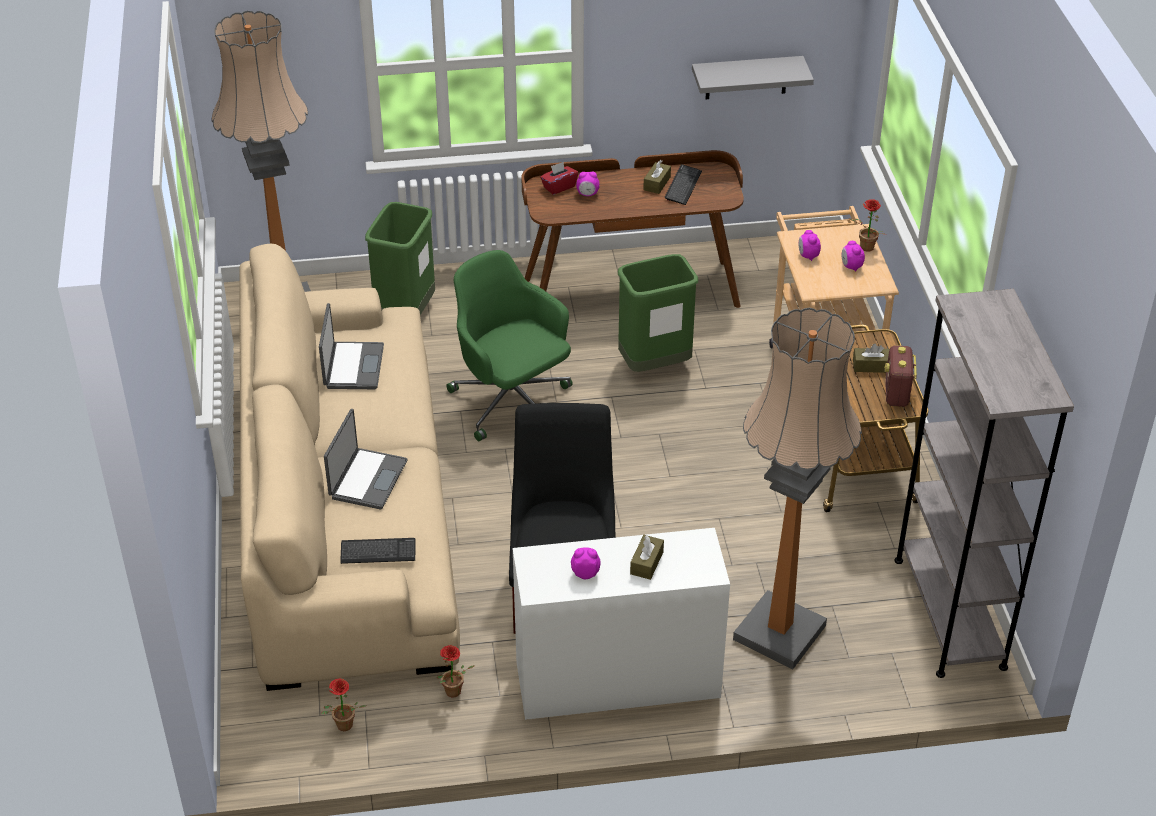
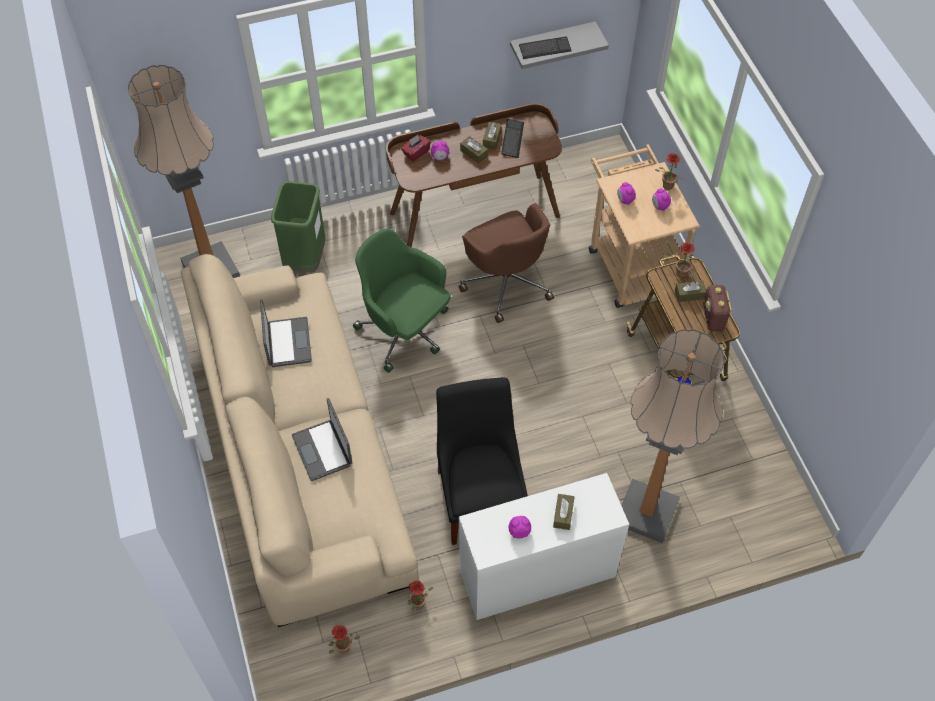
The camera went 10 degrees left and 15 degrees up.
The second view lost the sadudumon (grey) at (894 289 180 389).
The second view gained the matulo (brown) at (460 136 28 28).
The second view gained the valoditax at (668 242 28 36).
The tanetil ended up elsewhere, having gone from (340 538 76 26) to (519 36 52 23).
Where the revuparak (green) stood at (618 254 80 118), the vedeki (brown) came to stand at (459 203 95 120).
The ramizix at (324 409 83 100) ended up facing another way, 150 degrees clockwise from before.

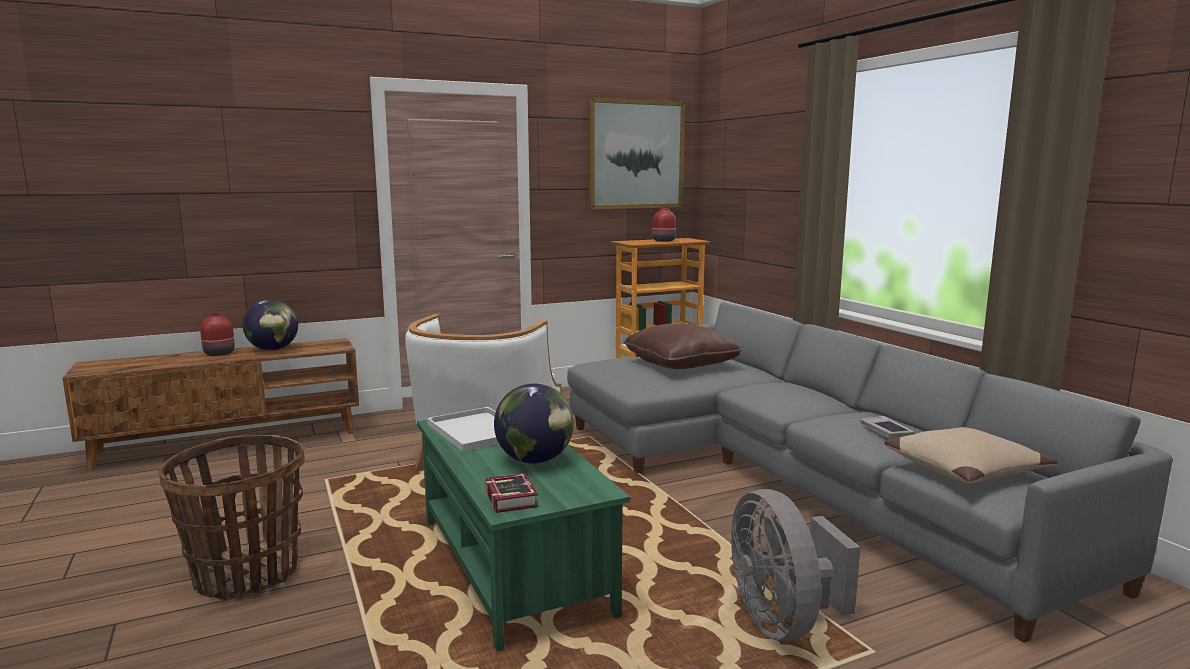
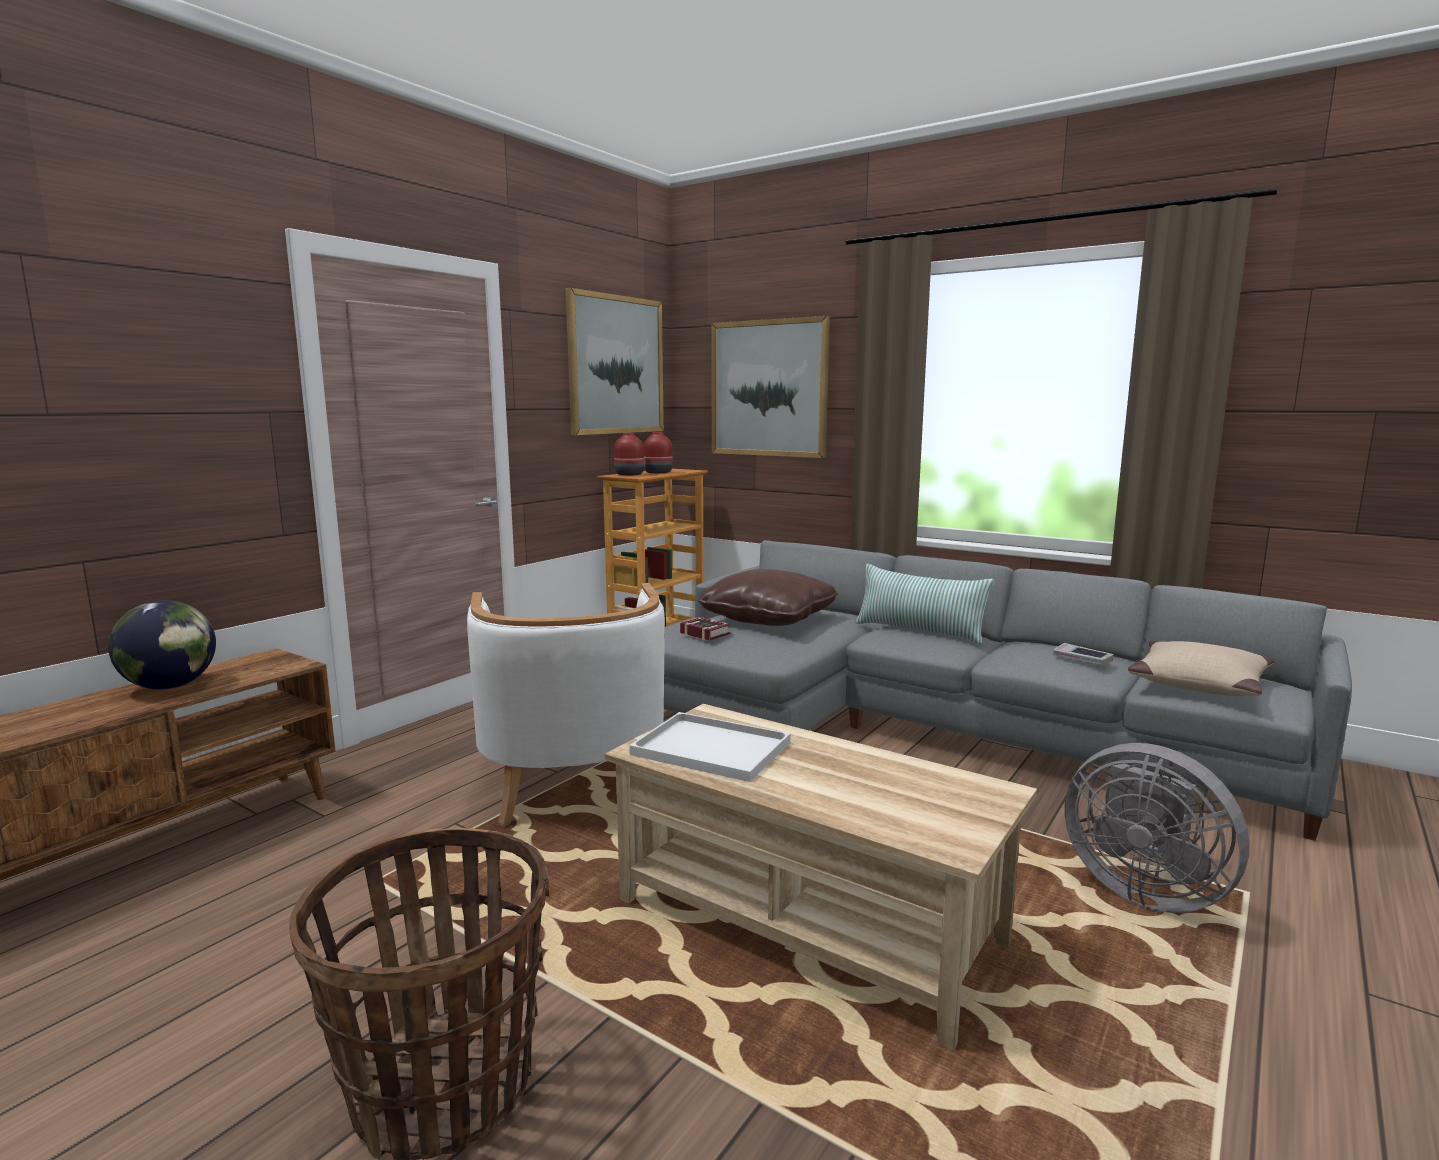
The camera went 30 degrees left and 0 degrees up.
The second view lost the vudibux at (494 384 80 80).
The second view gained the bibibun at (711 316 119 142).
The second view gained the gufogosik at (855 564 139 80).
The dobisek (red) ended up elsewhere, having gone from (200 313 35 43) to (614 433 30 43).
The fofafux ended up elsewhere, having gone from (486 473 52 40) to (680 617 51 24).
What was the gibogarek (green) at (417 410 213 242) turned into the gibogarek (beige) at (604 704 433 346).

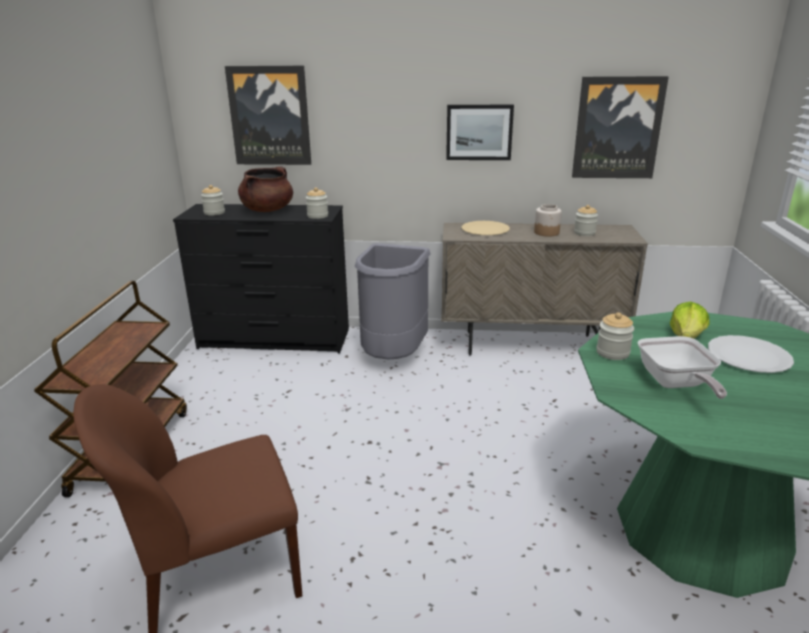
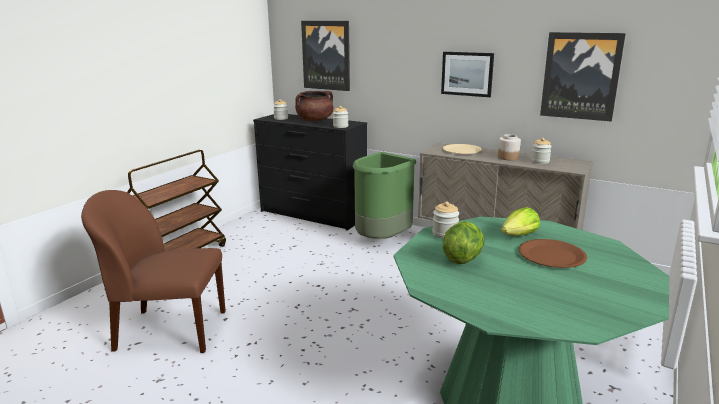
The camera went 25 degrees right and 5 degrees down.
Where the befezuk stood at (638 336 89 63), the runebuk came to stand at (443 221 42 43).
What was the revuparak (grey) at (355 243 75 117) turned into the revuparak (green) at (352 152 64 87).
What was the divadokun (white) at (708 335 86 38) turned into the divadokun (brown) at (519 239 68 29).

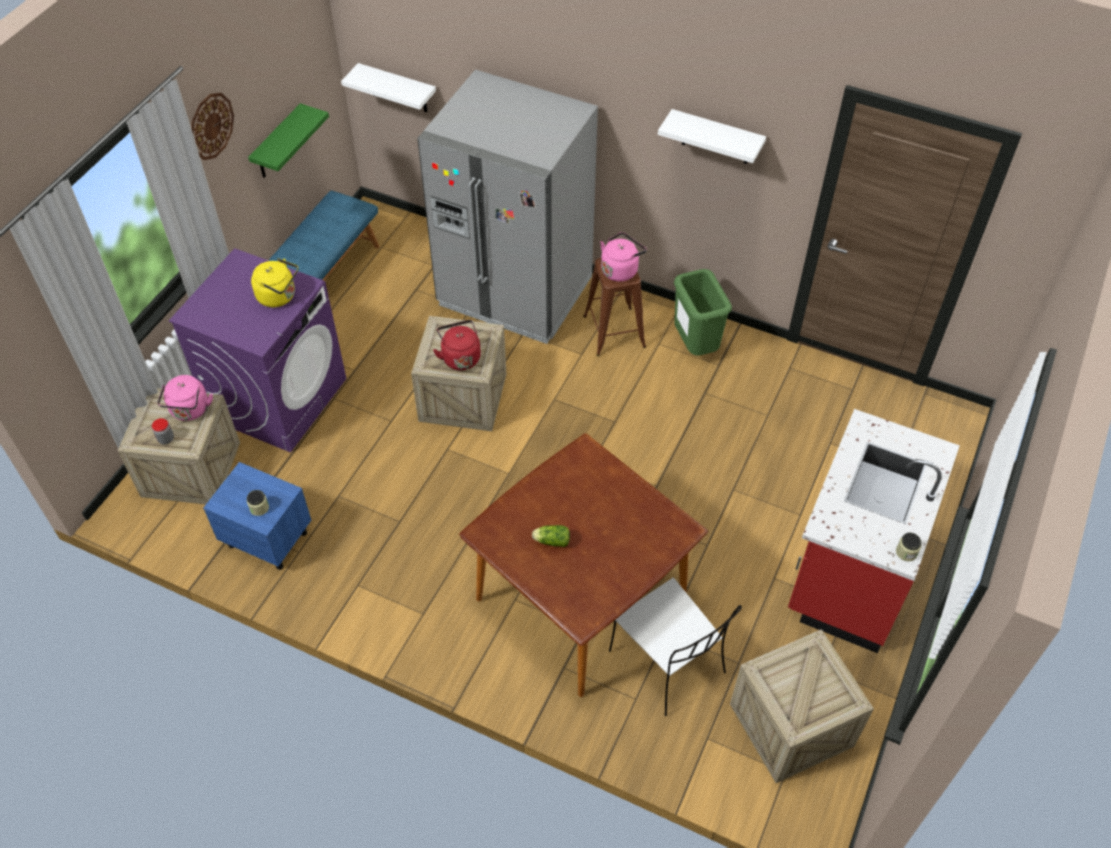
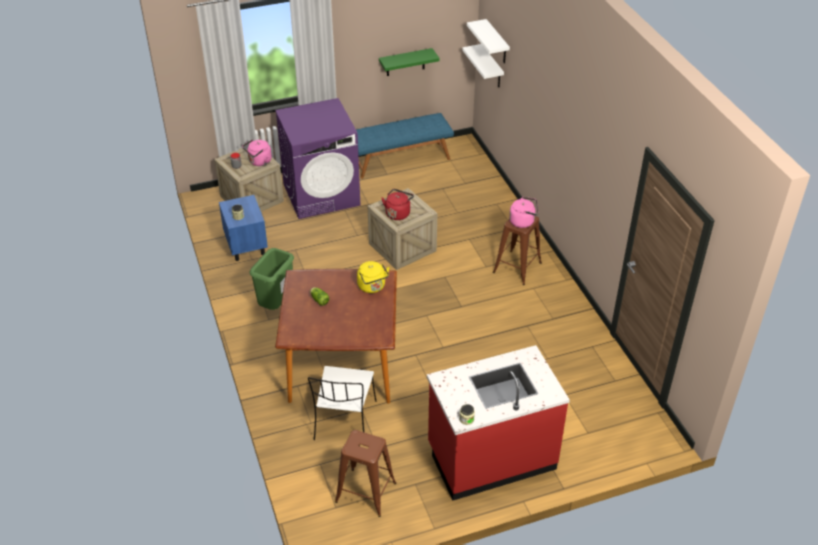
The camera went 45 degrees right and 10 degrees down.
The second view lost the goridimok at (191 93 43 67).
The second view lost the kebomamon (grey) at (417 70 181 274).
The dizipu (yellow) ended up elsewhere, having gone from (251 258 47 49) to (357 261 33 32).
The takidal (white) ended up elsewhere, having gone from (658 109 108 55) to (467 19 43 44).
The revuparak (green) ended up elsewhere, having gone from (674 269 58 87) to (250 248 44 62).
Where the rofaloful stood at (730 629 144 154), the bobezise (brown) came to stand at (335 430 61 87).

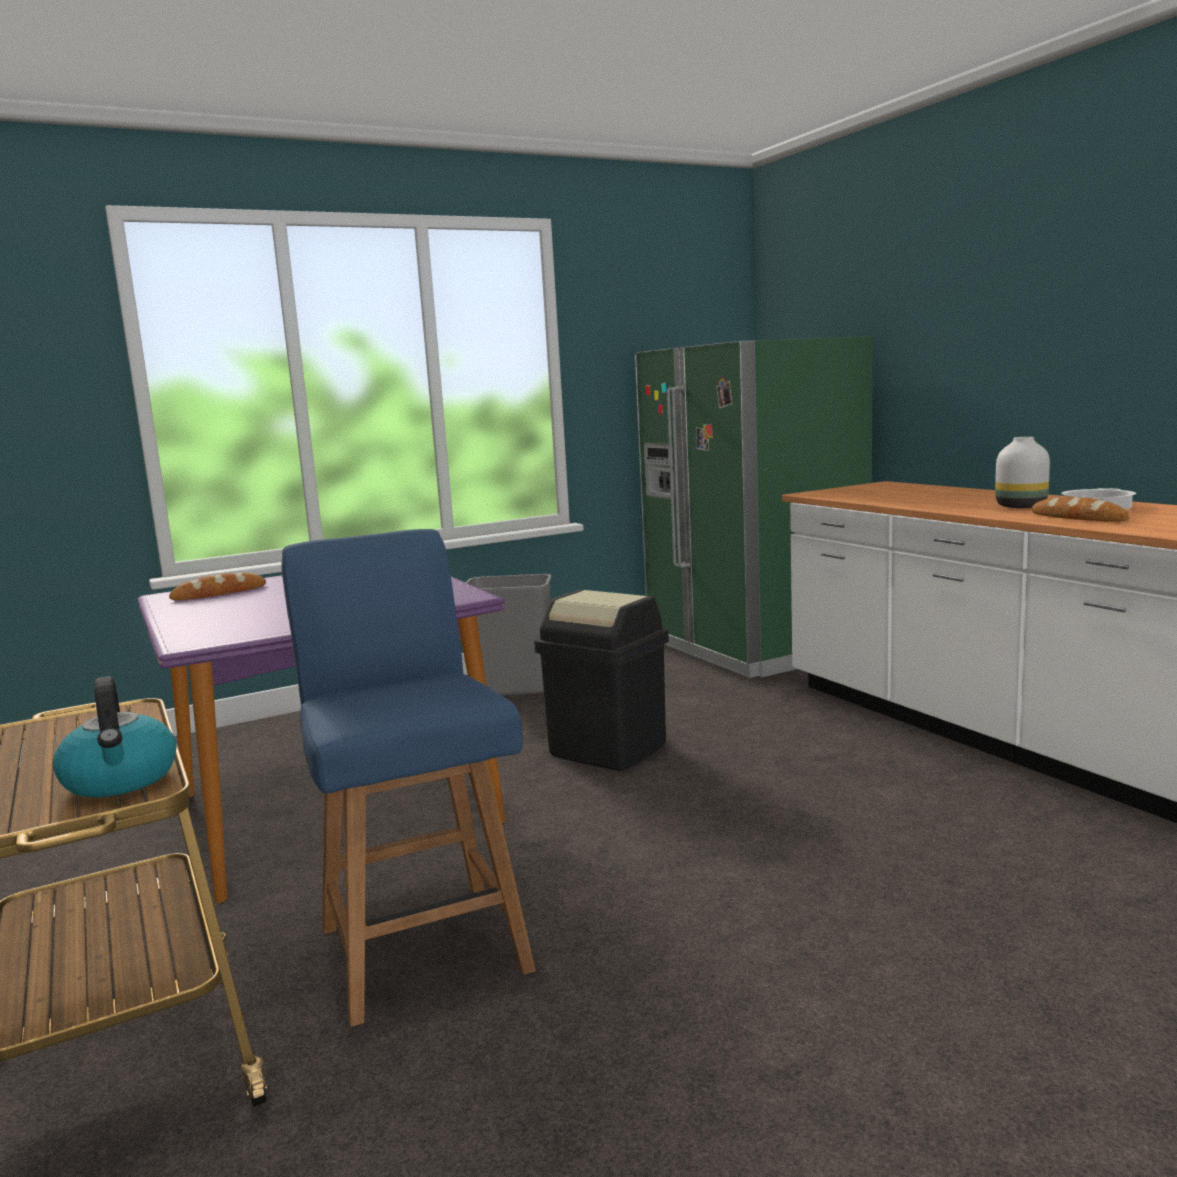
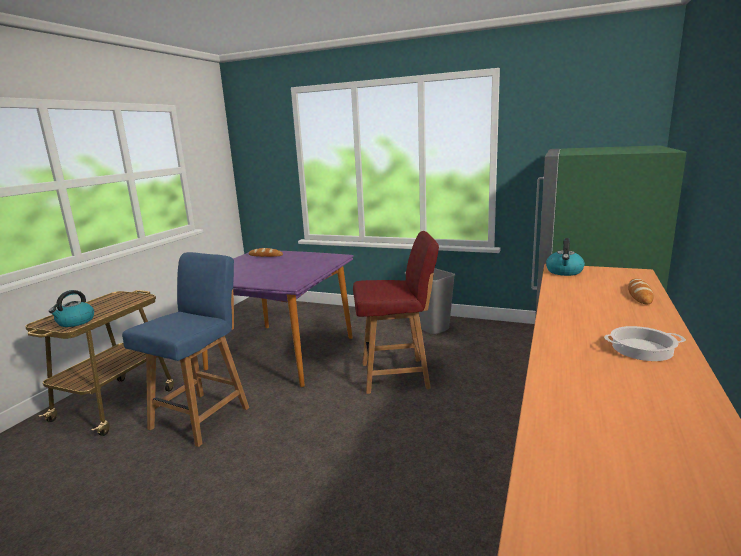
The camera went 50 degrees right and 5 degrees up.
The second view lost the dobisek (white) at (995 437 55 71).
The second view gained the dizipu at (546 238 39 38).
The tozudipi ended up elsewhere, having gone from (1032 497 97 25) to (628 278 26 27).
Where the revuparak (black) stood at (534 589 135 182), the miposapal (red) came to stand at (353 231 86 163).

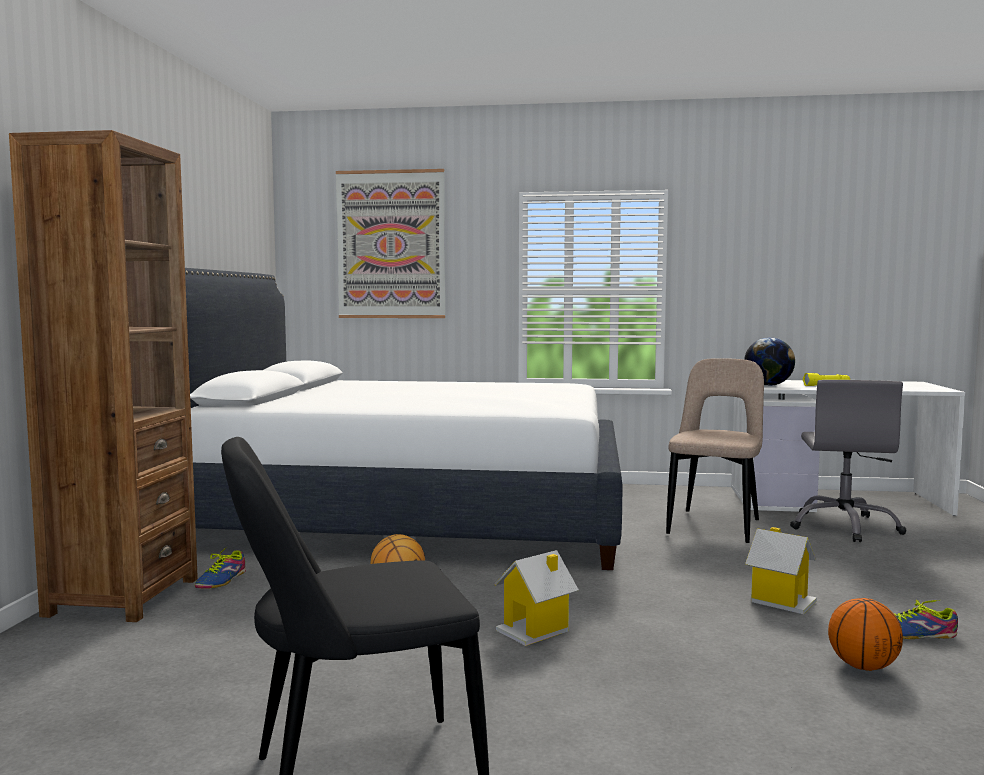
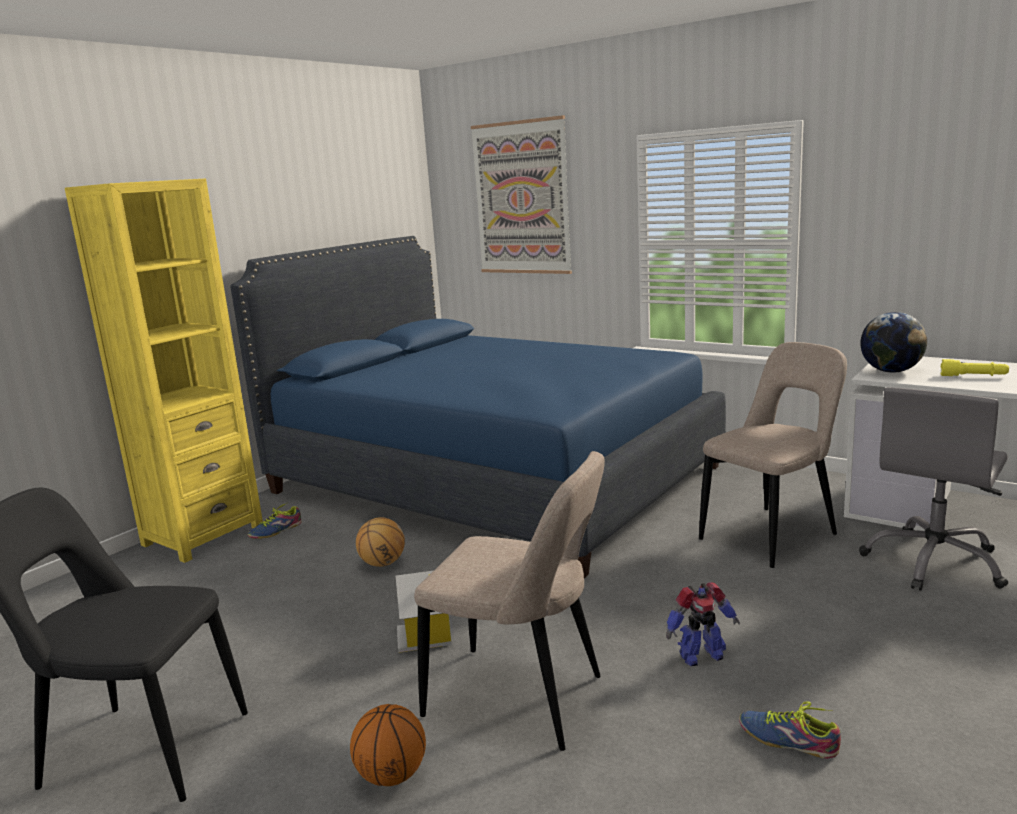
The camera went 30 degrees right and 10 degrees up.
The second view gained the miposapal (beige) at (414 451 191 300).
The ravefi ended up elsewhere, having gone from (828 598 75 73) to (350 704 76 82).
Where the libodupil stood at (745 527 72 87), the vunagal came to stand at (666 582 74 84).
What was the sadudumon (brown) at (9 130 189 492) turned into the sadudumon (yellow) at (65 179 198 384).
What was the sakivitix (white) at (185 268 437 302) turned into the sakivitix (blue) at (230 236 496 342).

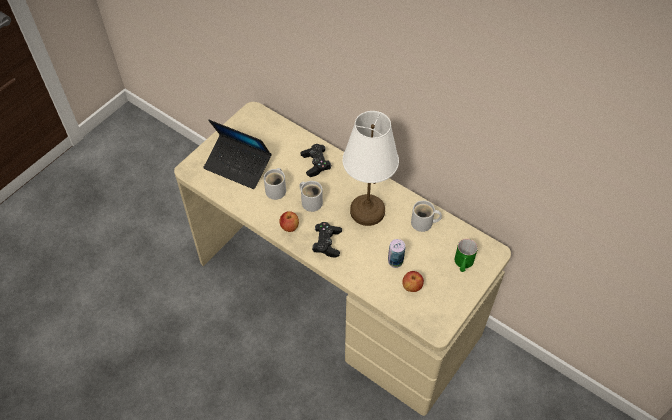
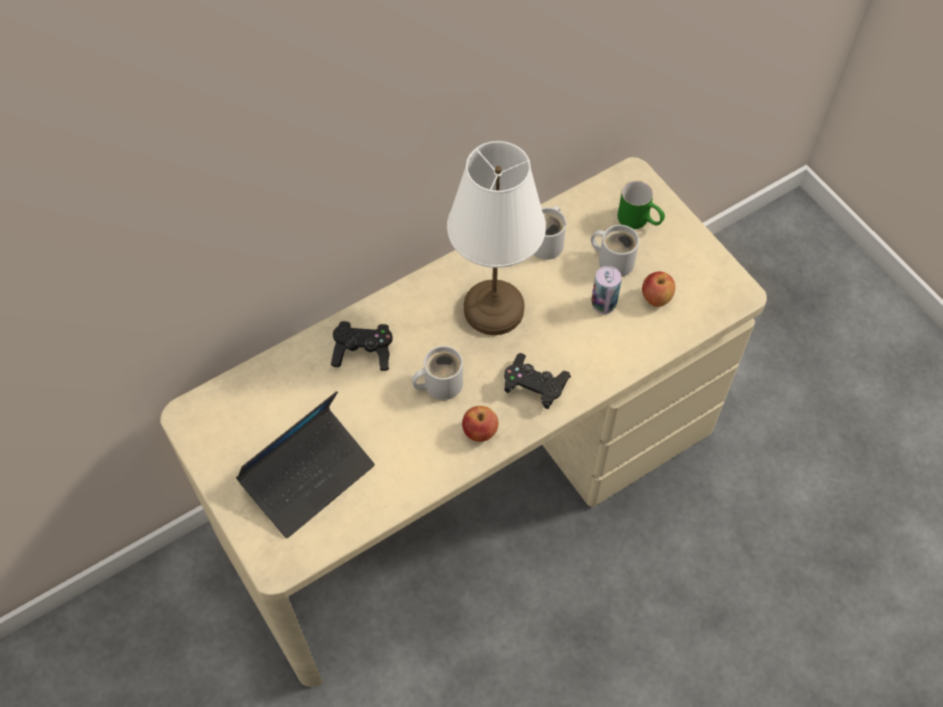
The camera went 70 degrees left and 5 degrees up.
The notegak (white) ended up elsewhere, having gone from (264 168 22 32) to (591 225 48 52).

